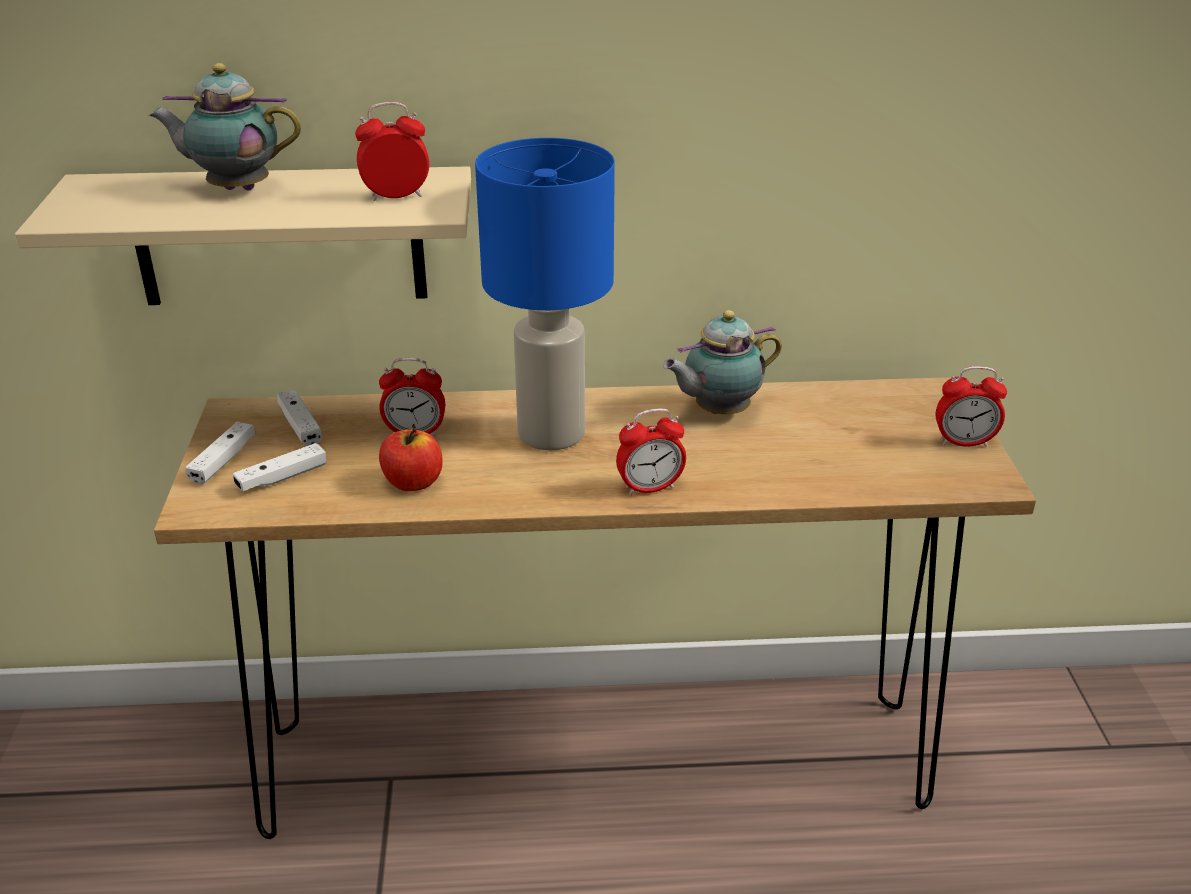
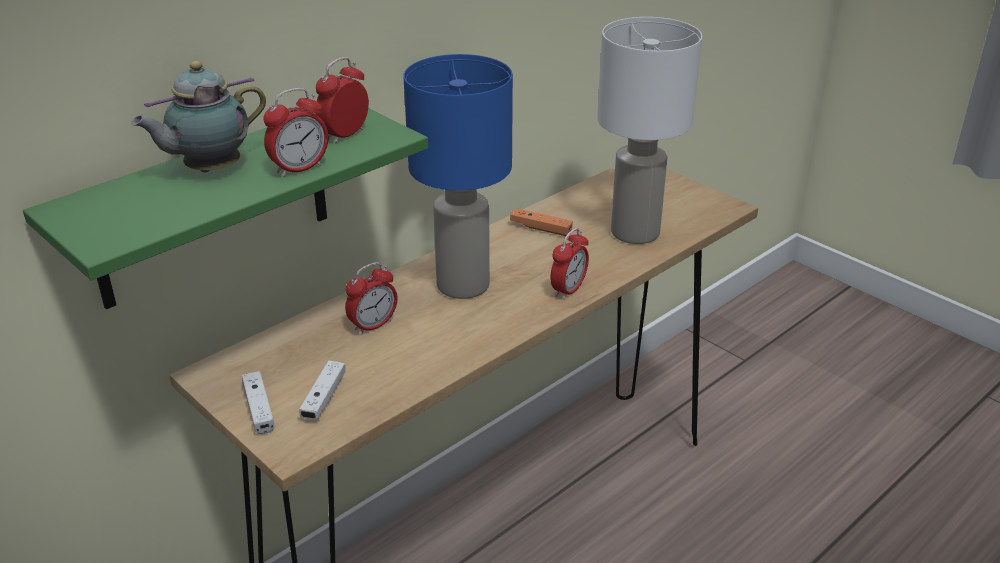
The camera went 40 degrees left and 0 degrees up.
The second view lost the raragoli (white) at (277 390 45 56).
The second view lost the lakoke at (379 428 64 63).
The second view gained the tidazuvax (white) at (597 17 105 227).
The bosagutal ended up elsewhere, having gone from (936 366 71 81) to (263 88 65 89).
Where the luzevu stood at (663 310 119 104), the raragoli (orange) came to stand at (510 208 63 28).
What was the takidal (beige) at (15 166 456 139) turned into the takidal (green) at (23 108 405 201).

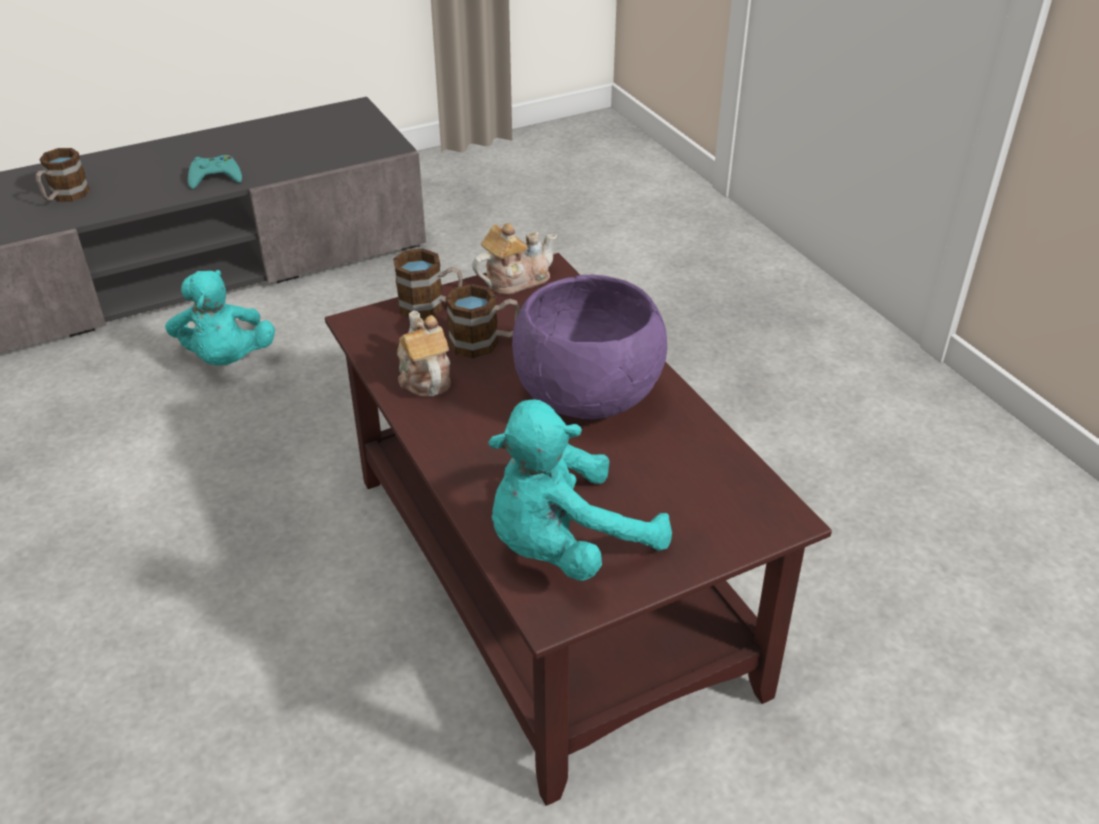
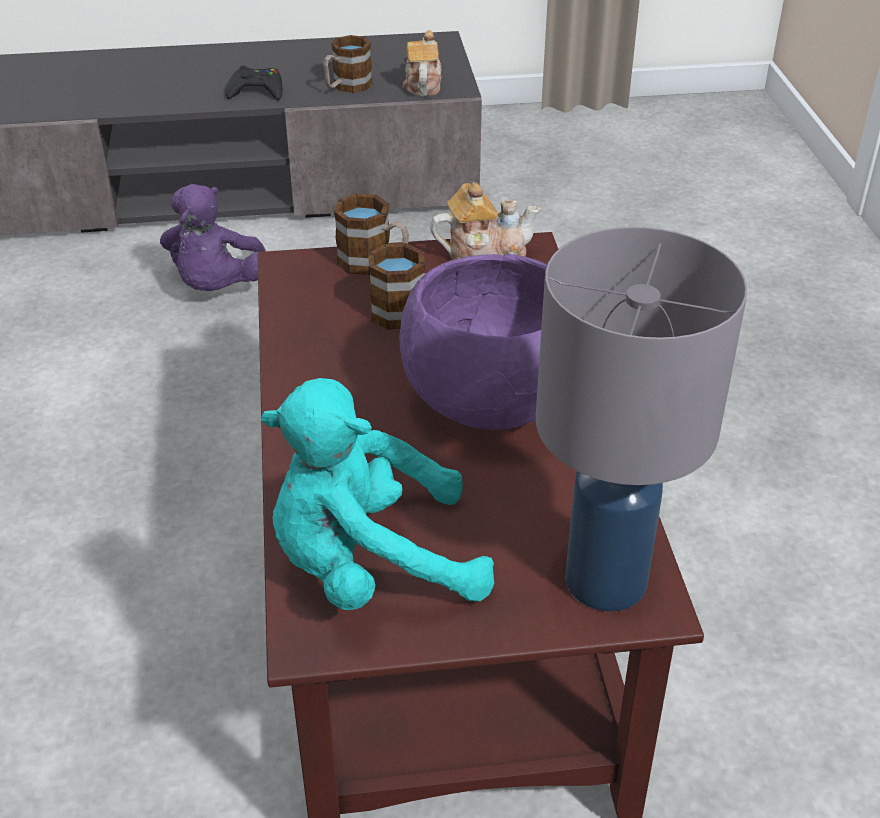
The camera went 20 degrees right and 0 degrees up.
The second view gained the tidazuvax (grey) at (536 227 211 385).
The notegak ended up elsewhere, having gone from (36 148 54 54) to (323 35 49 58).
The luzevu ended up elsewhere, having gone from (397 310 54 87) to (403 30 39 66).
What was the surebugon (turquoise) at (165 270 110 95) turned into the surebugon (purple) at (160 184 106 107).
What was the raragoli (turquoise) at (188 155 54 34) turned into the raragoli (black) at (225 66 58 34).

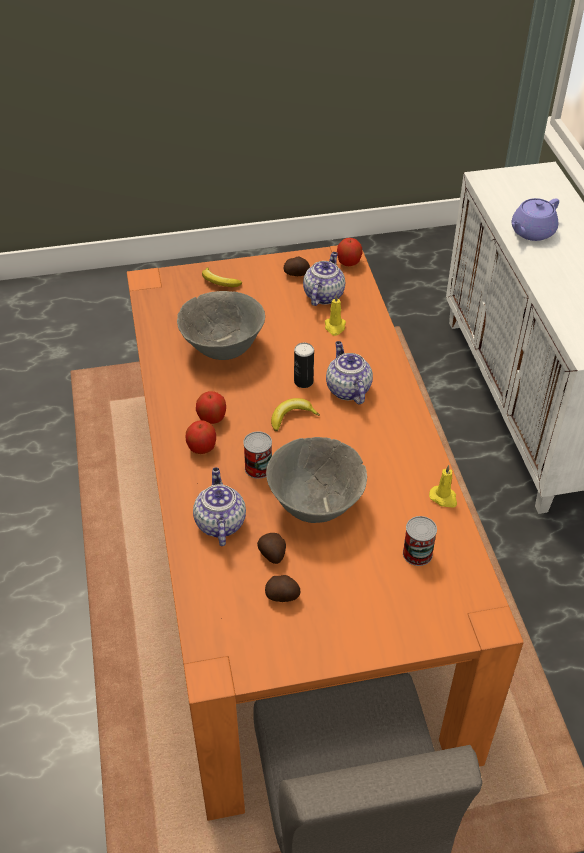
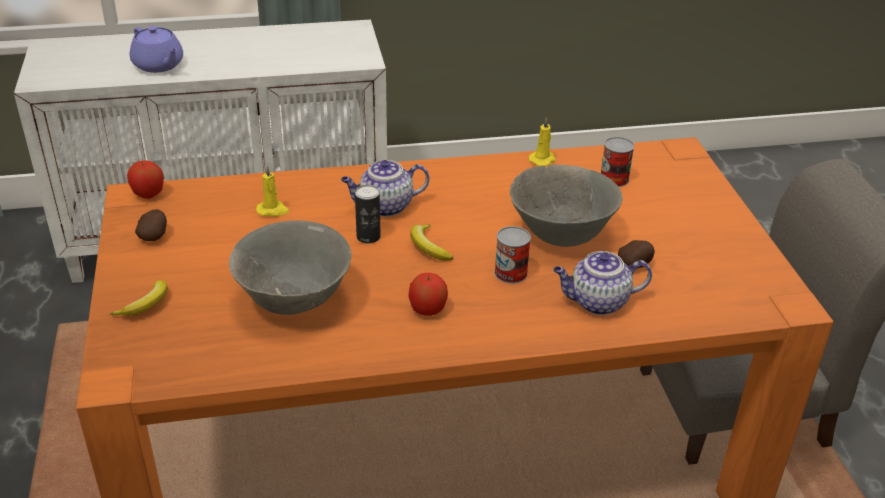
The camera went 90 degrees left and 10 degrees down.
The second view lost the lakoke at (186 420 30 34).
The second view lost the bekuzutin at (265 575 35 27).
The second view lost the luzevu at (303 252 42 54).

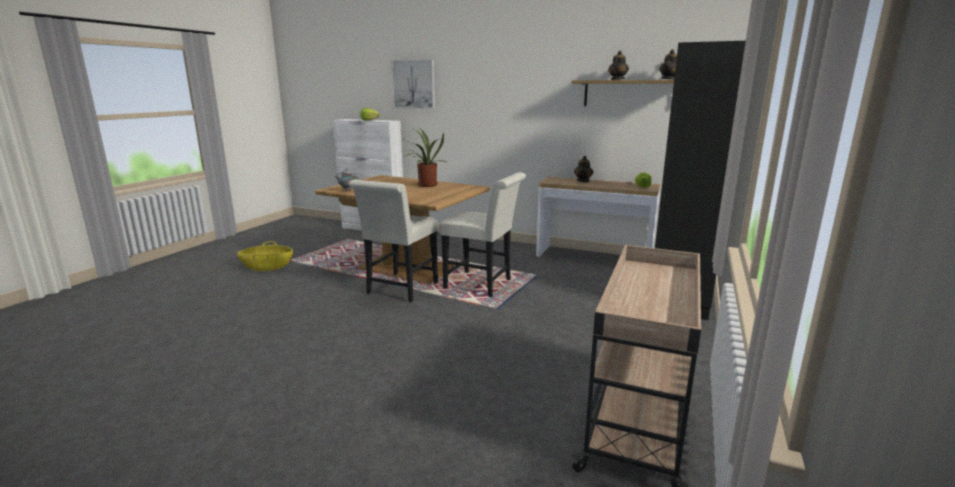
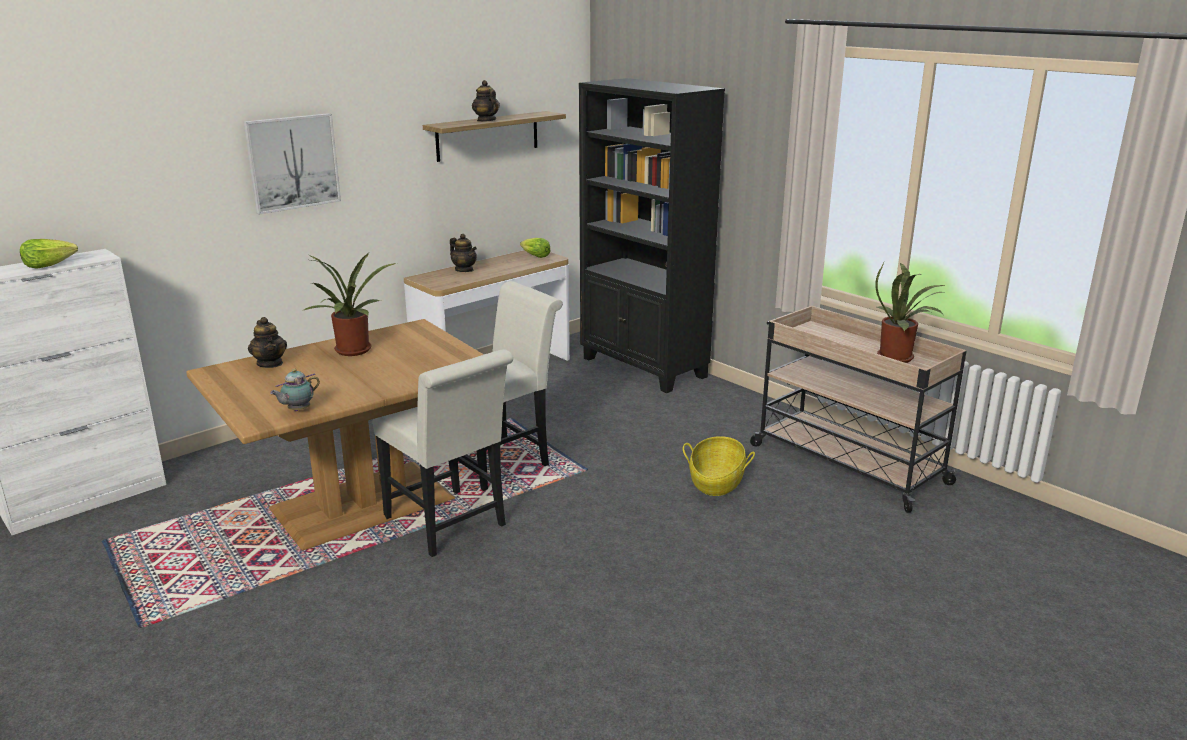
The camera went 65 degrees left and 5 degrees up.
The second view gained the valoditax at (875 262 70 101).
The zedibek ended up elsewhere, having gone from (237 241 56 30) to (683 436 72 60).
The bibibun ended up elsewhere, having gone from (391 60 44 49) to (244 113 97 102).
The luzevu ended up elsewhere, having gone from (659 49 18 31) to (248 317 39 51).

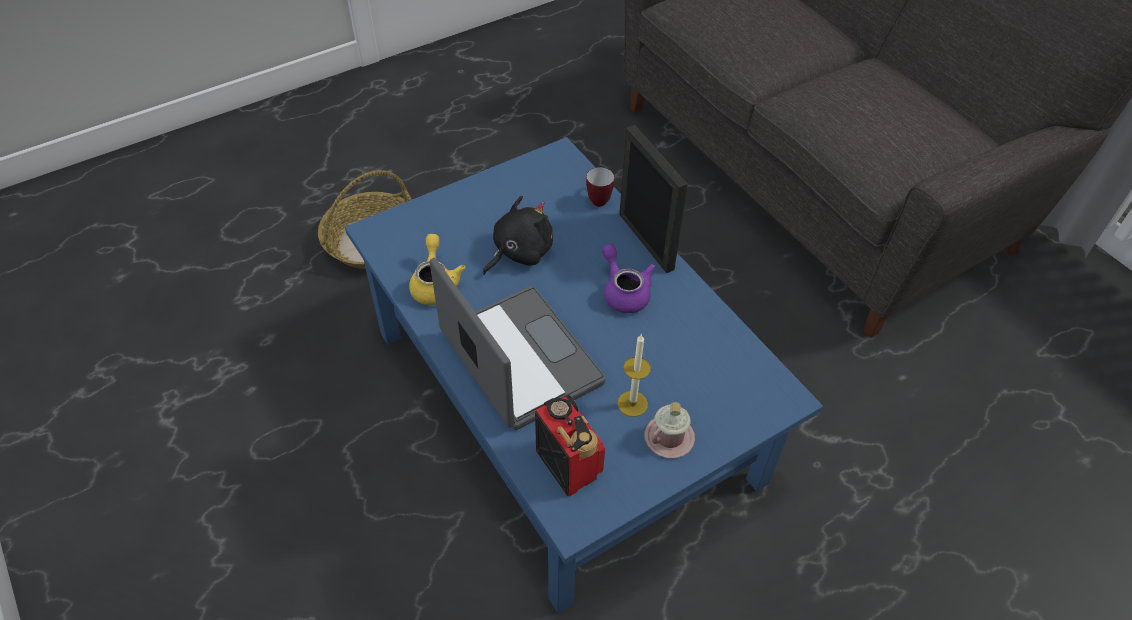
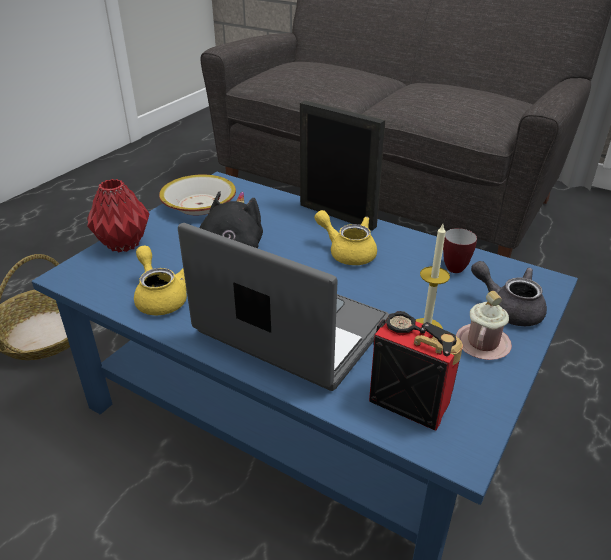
The camera went 25 degrees left and 15 degrees down.
The second view gained the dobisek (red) at (87 179 62 73).
The second view gained the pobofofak at (159 174 77 41).
The second view gained the luzevu (grey) at (471 261 76 65).
The notegak ended up elsewhere, having gone from (586 167 29 40) to (443 228 34 45).
What was the luzevu (purple) at (602 244 53 69) turned into the luzevu (yellow) at (314 210 63 55).

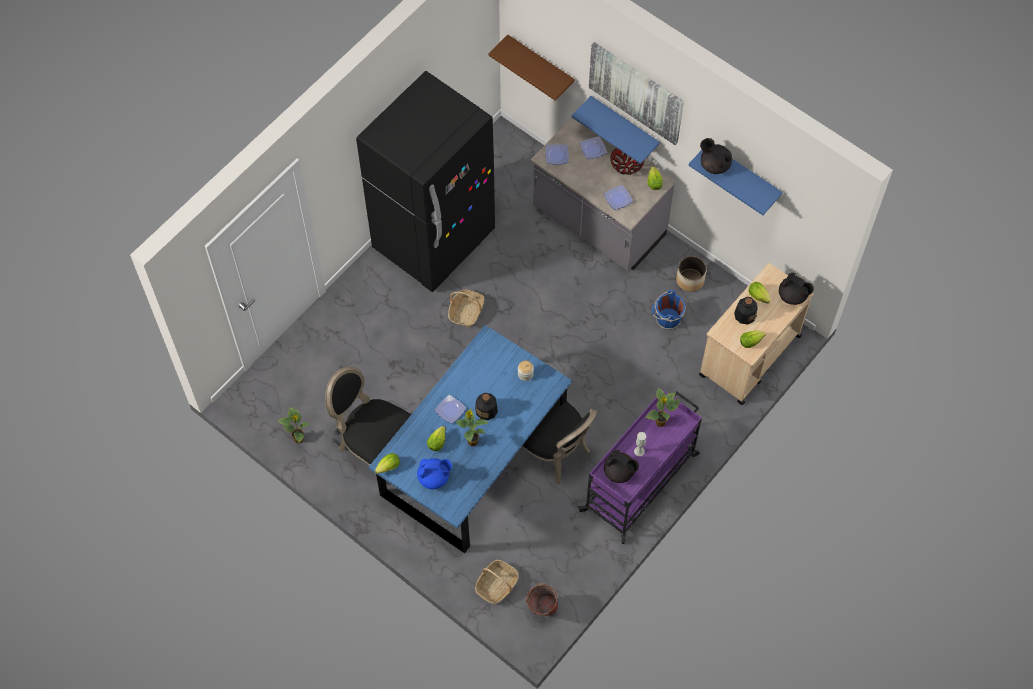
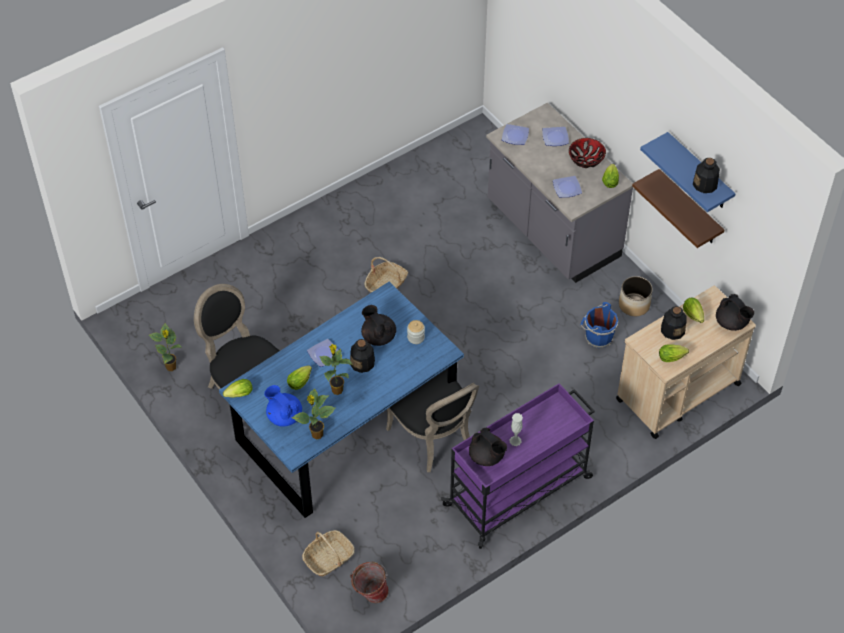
The camera went 15 degrees right and 10 degrees down.
The second view lost the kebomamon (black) at (356 71 139 221).
The second view lost the takidal (blue) at (572 96 88 68).
The second view lost the bibibun at (589 42 95 103).
The second view gained the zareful at (693 158 27 35).
The takidal (brown) ended up elsewhere, having gone from (488 35 87 66) to (632 169 92 79).
The valoditax ended up elsewhere, having gone from (645 388 35 39) to (292 389 44 51).
The luzevu (black) ended up elsewhere, having gone from (700 138 32 36) to (361 305 35 41).
The luzevu (blue) at (417 458 35 31) ended up facing another way, 150 degrees counterclockwise from before.

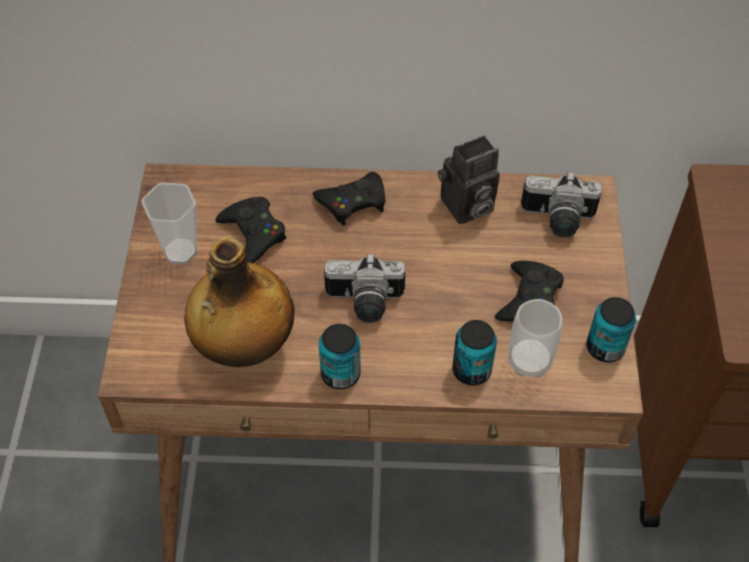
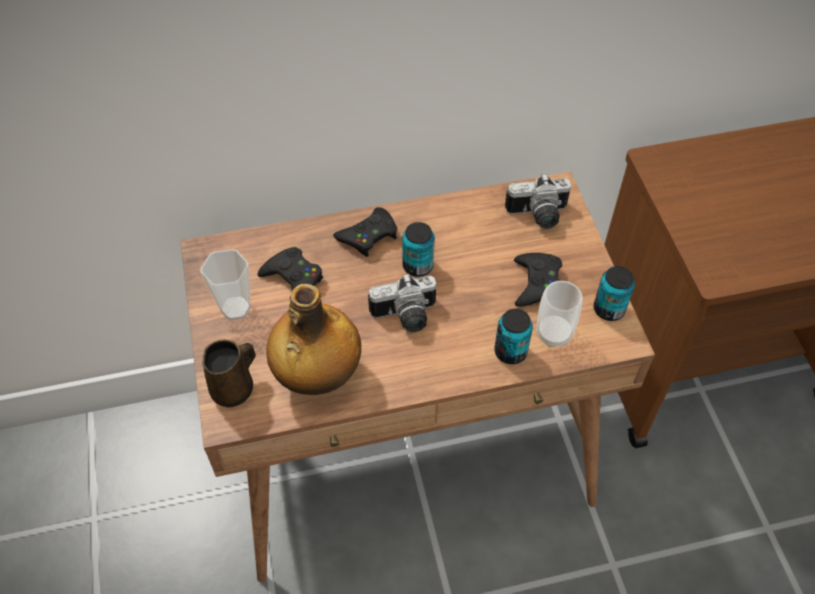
The camera went 15 degrees left and 0 degrees up.
The second view lost the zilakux at (438 136 62 88).
The second view gained the notegak (brown) at (202 339 54 68).
The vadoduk ended up elsewhere, having gone from (319 324 42 65) to (402 222 33 54).

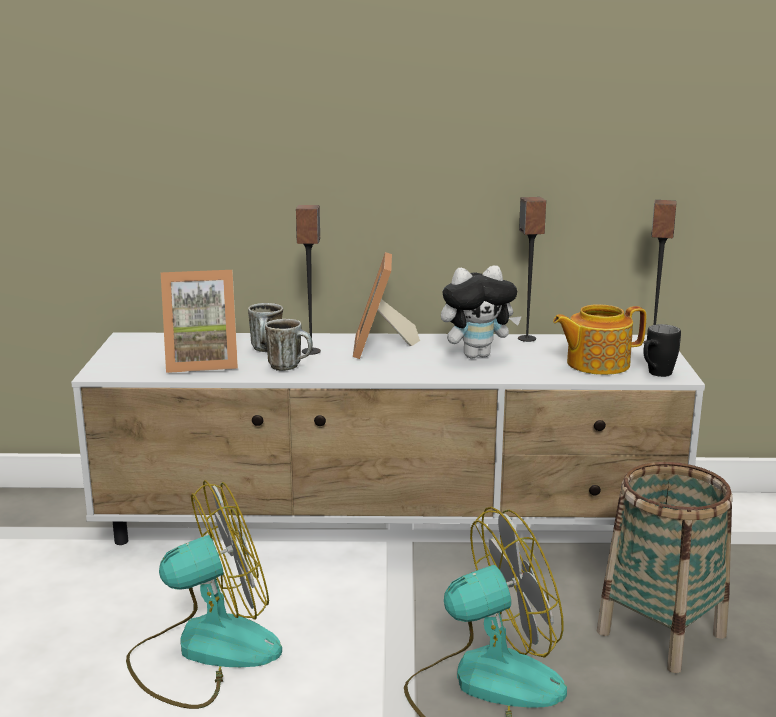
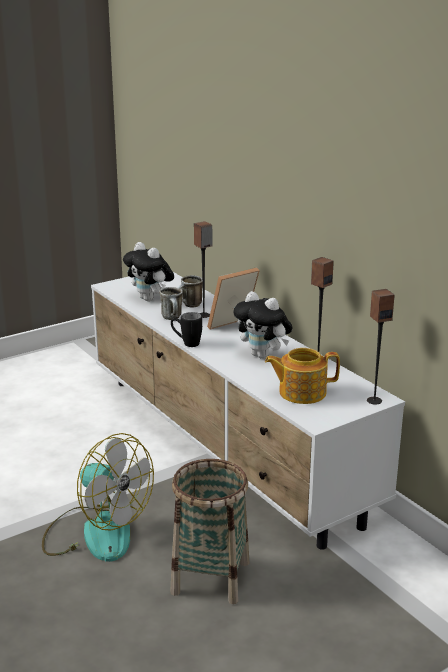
The camera went 55 degrees right and 5 degrees up.
The second view lost the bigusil at (126 480 156 229).
The notegak (black) ended up elsewhere, having gone from (643 324 38 53) to (171 312 31 35).
Where the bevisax stood at (161 270 77 103), the surebugon came to stand at (123 242 51 59).
The luzevu at (553 304 93 71) ended up facing another way, 45 degrees counterclockwise from before.

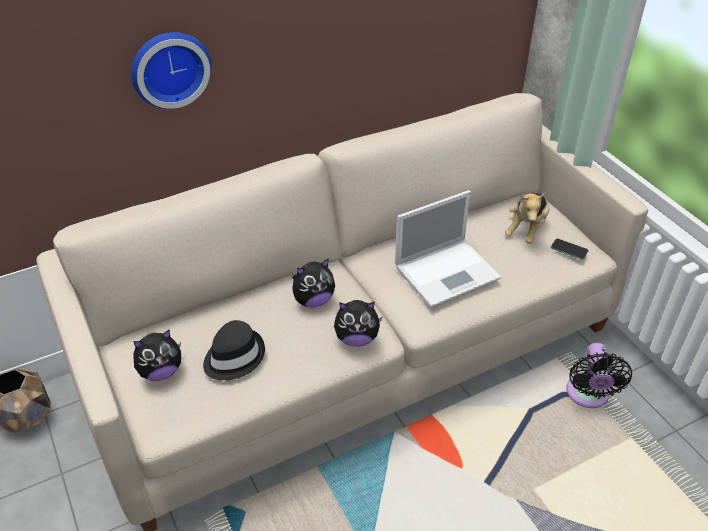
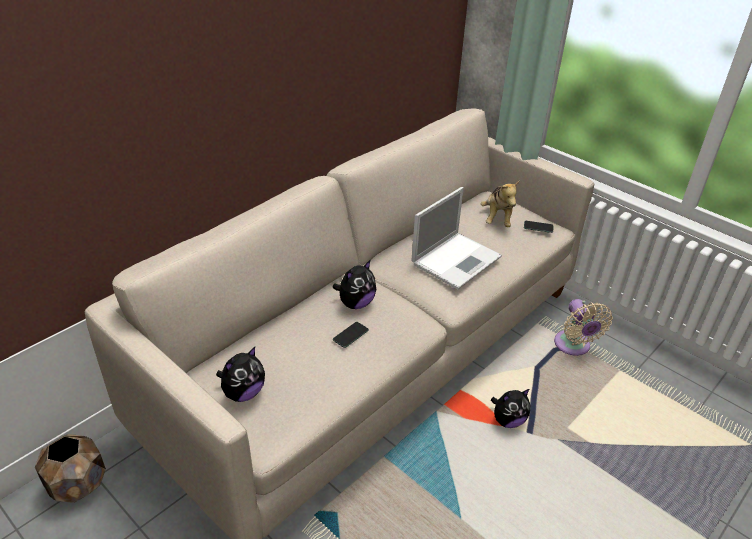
The camera went 20 degrees left and 5 degrees down.
The second view lost the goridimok at (131 32 80 77).
The second view lost the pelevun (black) at (203 320 62 60).
The second view gained the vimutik at (333 322 36 26).
The surebugon ended up elsewhere, having gone from (334 300 49 47) to (491 389 39 39).
What was the bigusil (black) at (566 343 66 65) turned into the bigusil (beige) at (554 299 59 57).

